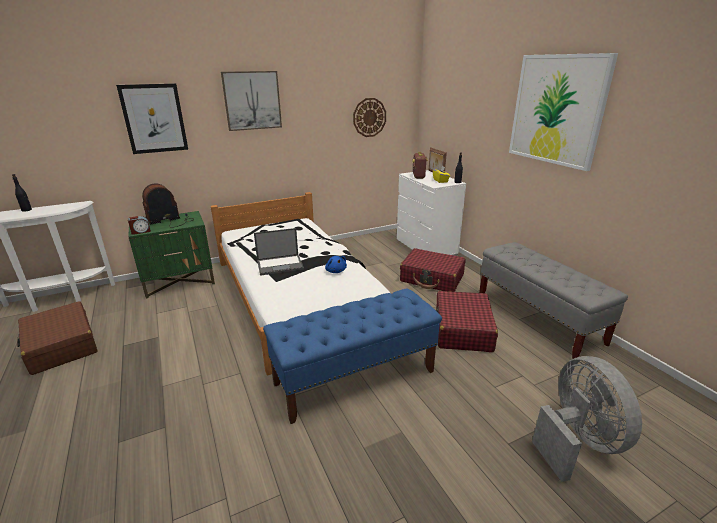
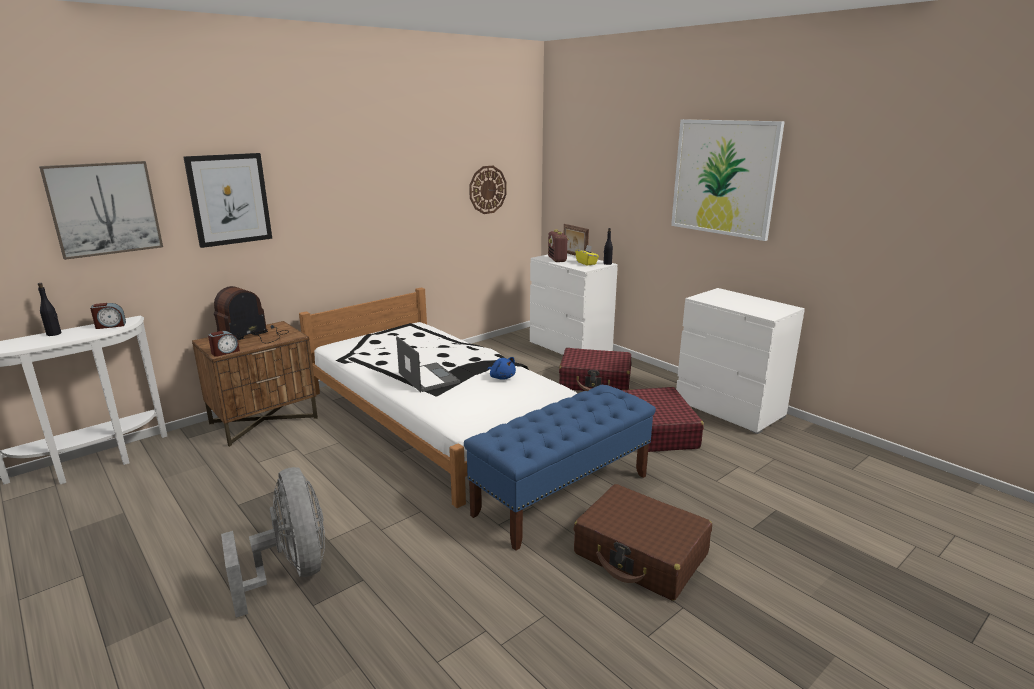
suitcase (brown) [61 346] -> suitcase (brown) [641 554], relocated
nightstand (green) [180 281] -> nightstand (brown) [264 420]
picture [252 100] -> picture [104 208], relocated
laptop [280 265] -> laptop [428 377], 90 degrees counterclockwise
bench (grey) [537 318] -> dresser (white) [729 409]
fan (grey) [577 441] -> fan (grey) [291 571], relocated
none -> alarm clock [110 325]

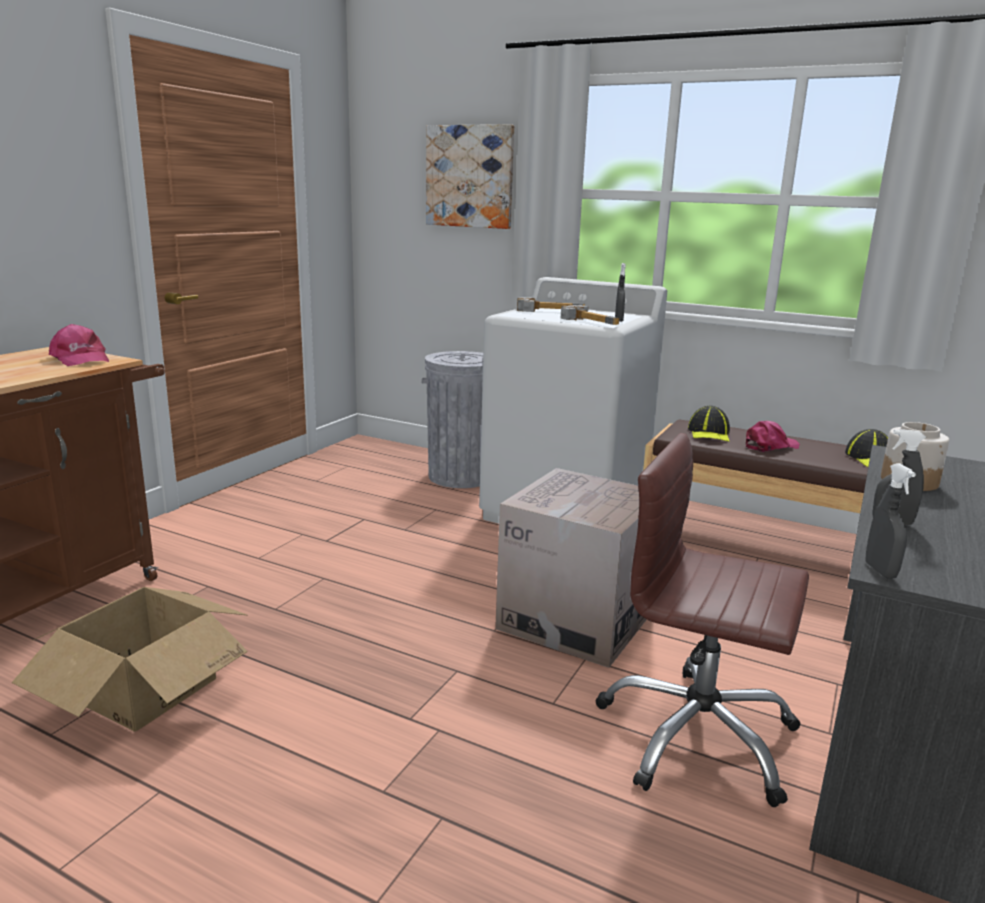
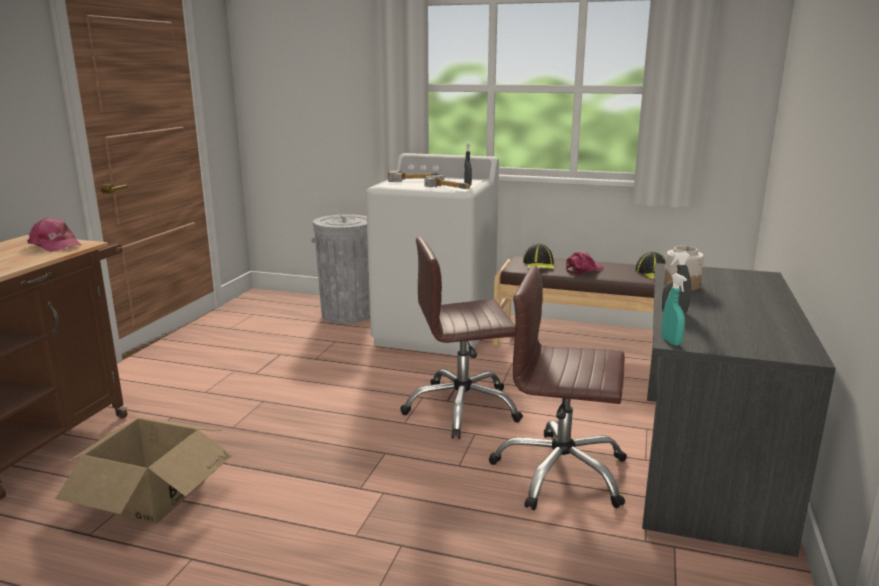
picture [470 177] -> none
cardboard box [576 619] -> office chair (brown) [462 408]
spray bottle (grey) [880 571] -> spray bottle (turquoise) [671 342]

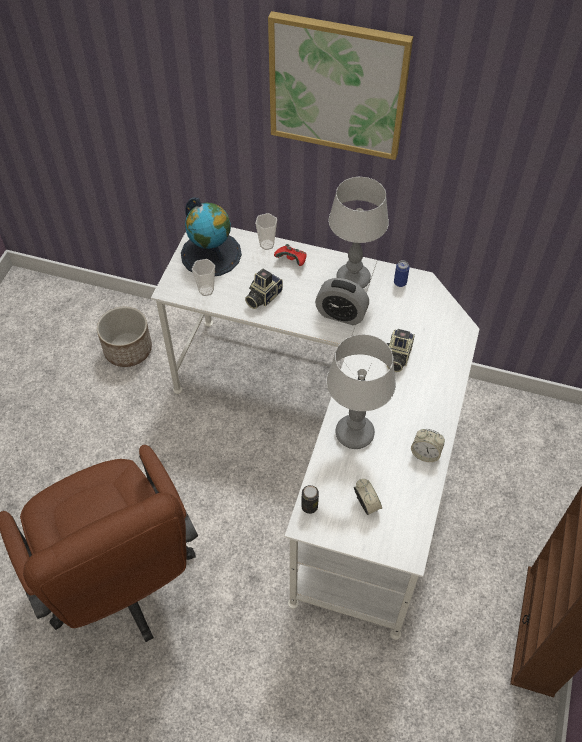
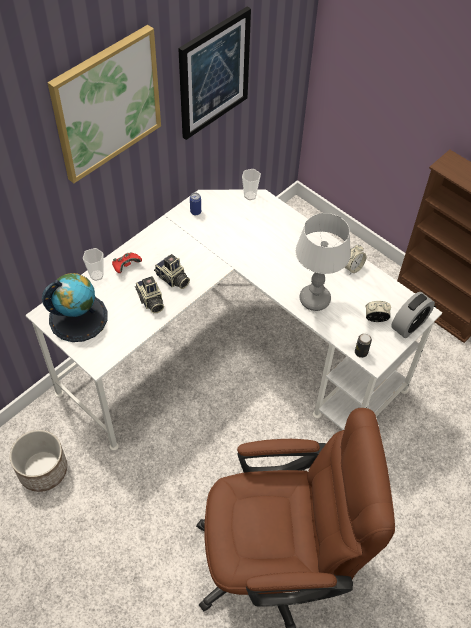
cup [206 290] -> cup [250 195], relocated
alarm clock [341 314] -> alarm clock [409 325], relocated
table lamp [354 279] -> none
photo camera [397 357] -> photo camera [172 279], relocated
none -> picture [213 73]

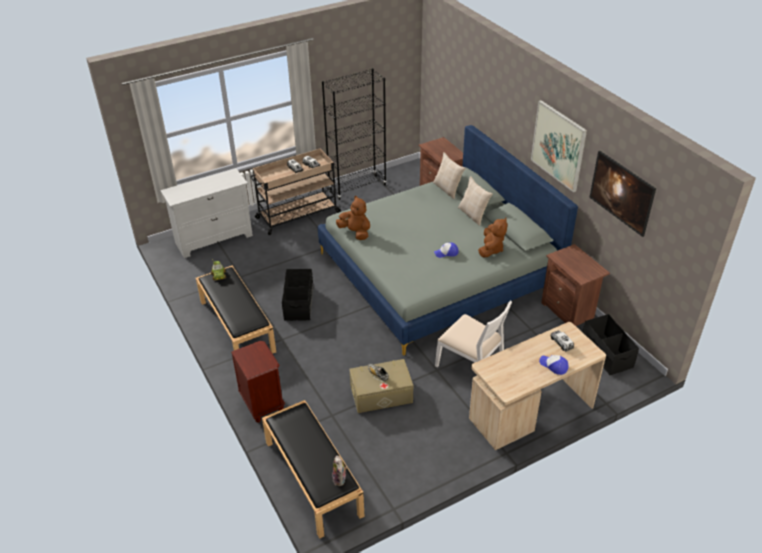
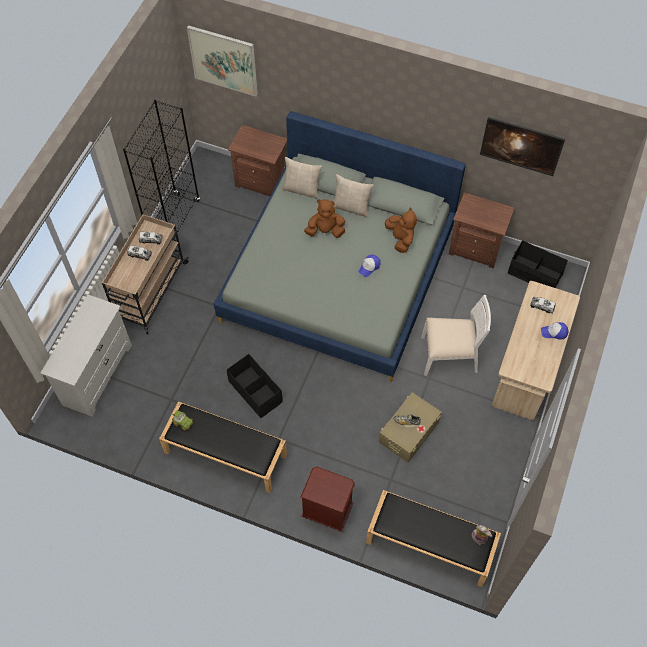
plush toy (brown) [355 232] -> plush toy (brown) [325 231], relocated
picture [558 145] -> picture [223 60], relocated

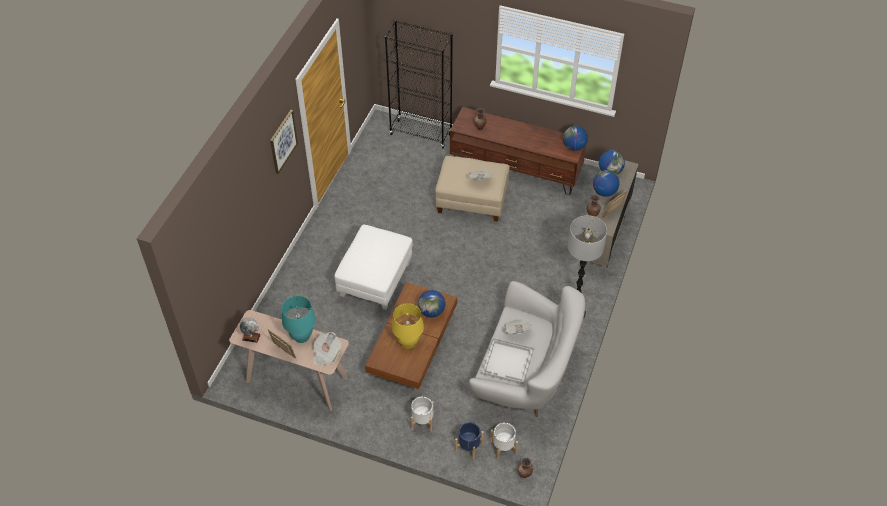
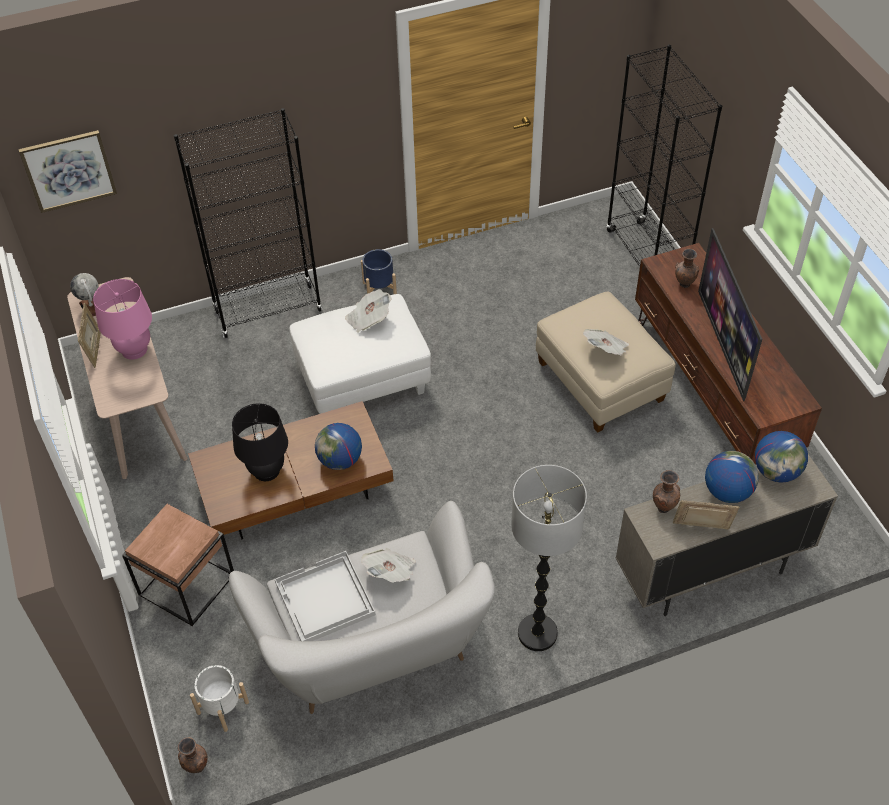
picture [283 141] -> picture [68 170], relocated
table lamp (turquoise) [301 336] -> table lamp (pink) [134 349]
newspaper [326 354] -> newspaper [368 319], relocated
table lamp (yellow) [408 342] -> table lamp (black) [266 470]
planter (white) [422 421] -> side table (brown) [187 584]
planter (blue) [468 447] -> planter (blue) [379 289], relocated
globe [574 147] -> none
none -> bookcase (black) [268 311]
none -> television [723 344]

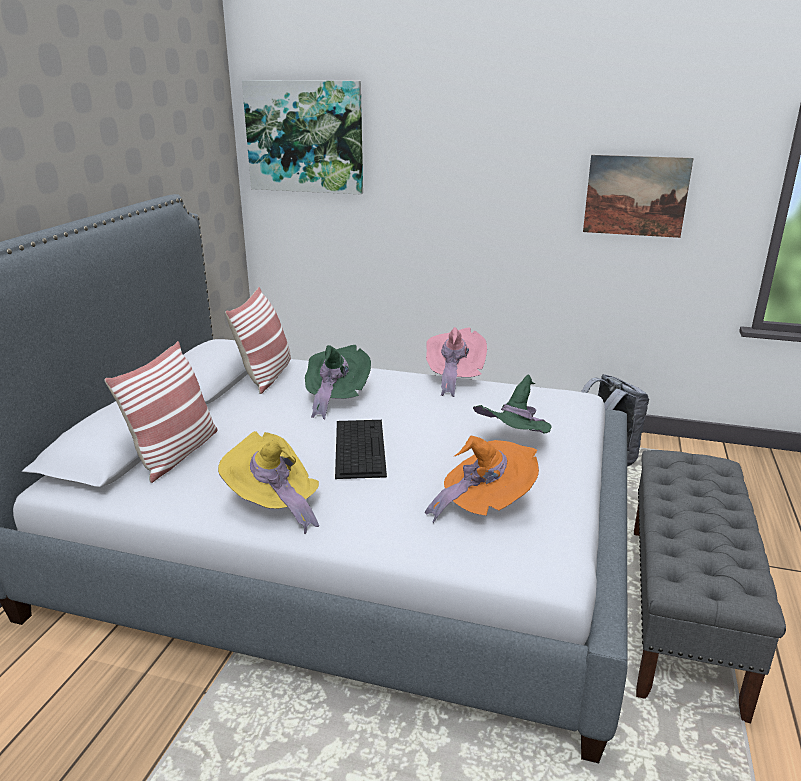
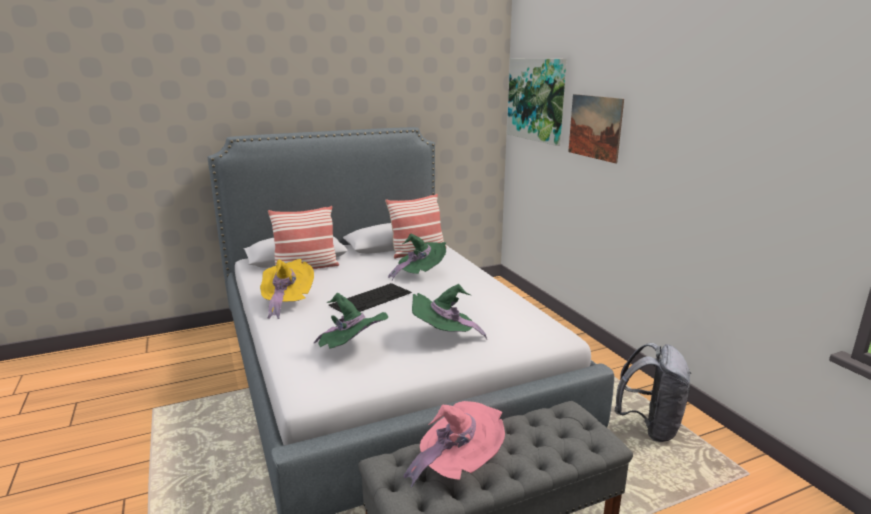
hat (orange) [484 505] -> hat (green) [352 350]
hat (pink) [454 378] -> hat (pink) [457 464], relocated
picture [636 196] -> picture [595 127], relocated

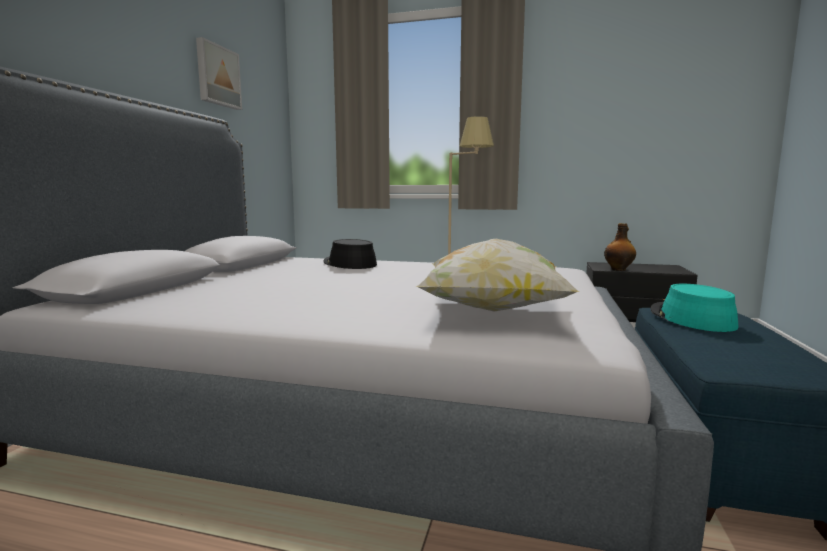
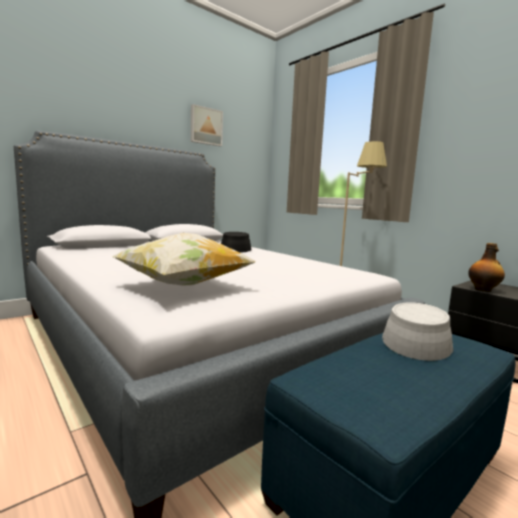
hat (turquoise) [691 318] -> hat (grey) [416 340]

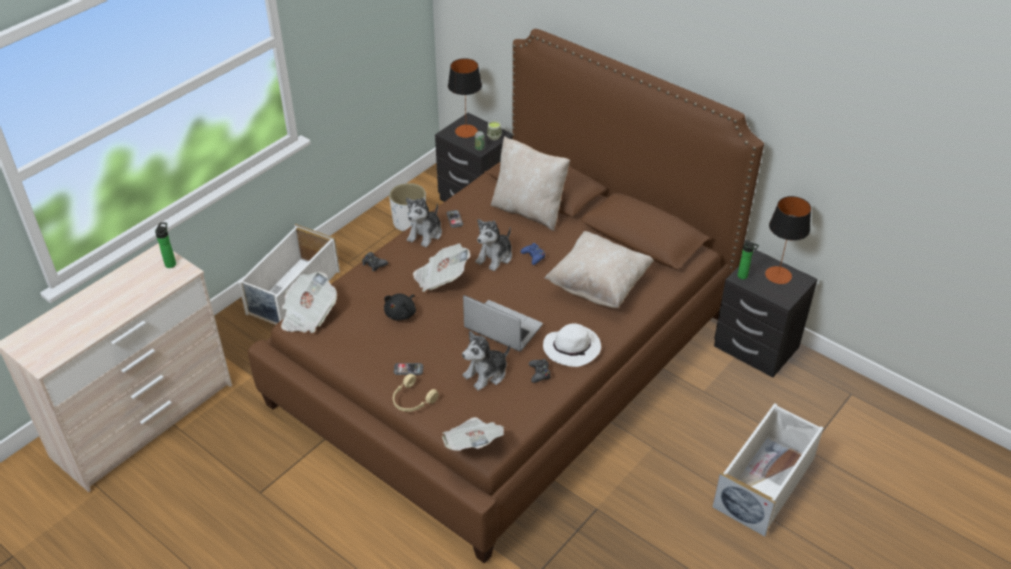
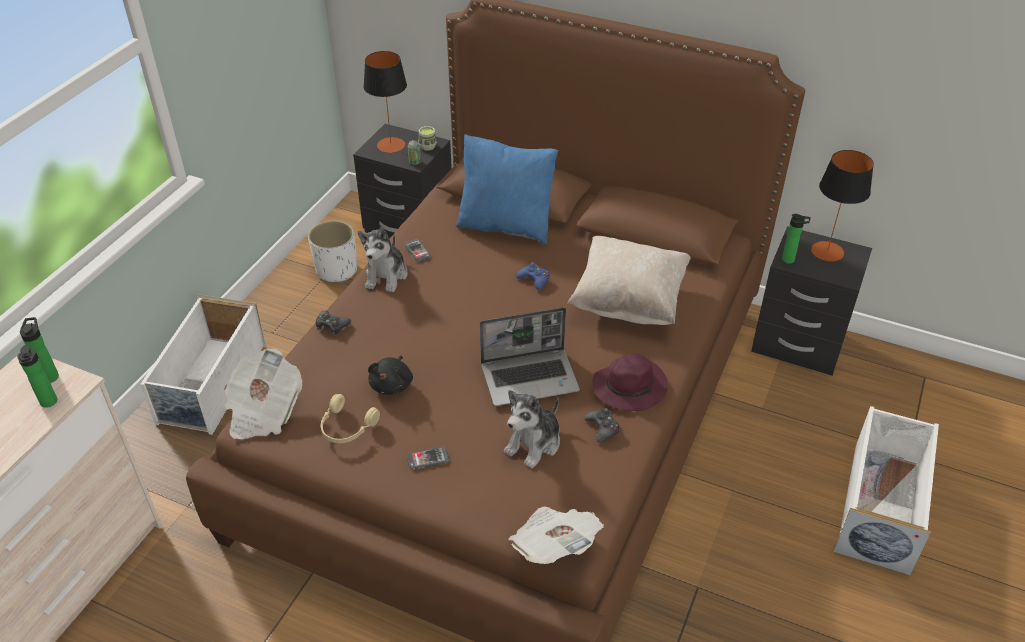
headphones (beige) [412 400] -> headphones (beige) [346 427], relocated
newspaper [441 278] -> none
laptop [502 328] -> laptop [530 377], 150 degrees clockwise
plush toy [495 257] -> none
pillow (beige) [529 210] -> pillow (blue) [506 225]
hat (white) [572 348] -> hat (purple) [630 386]
none -> bottle [49 403]

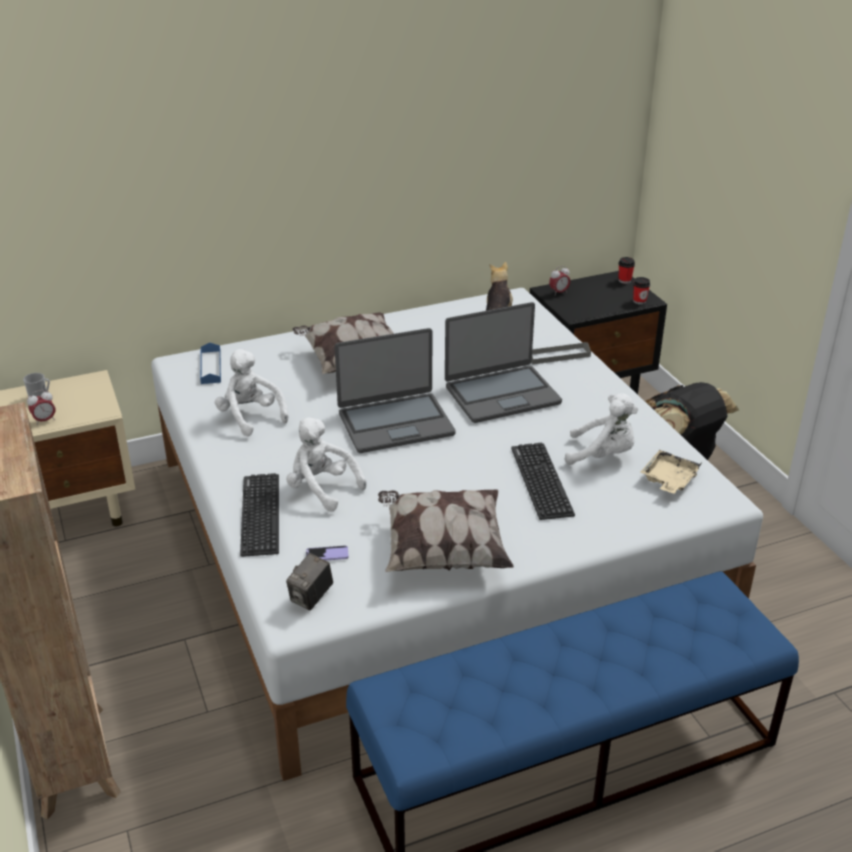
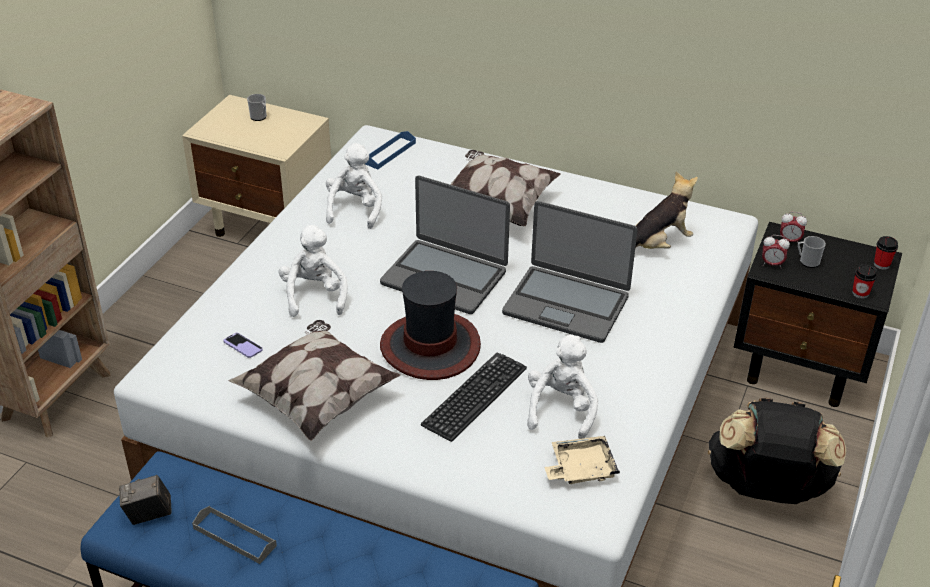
alarm clock [44 420] -> alarm clock [772 264], relocated
keyboard [260 515] -> none
photo camera [311 598] -> photo camera [149 514], relocated
tray (grey) [558 355] -> tray (grey) [234 537], relocated
plush toy (white) [603 455] -> plush toy (white) [561 409], 135 degrees counterclockwise
none -> hat [430 347]
none -> mug [807 261]

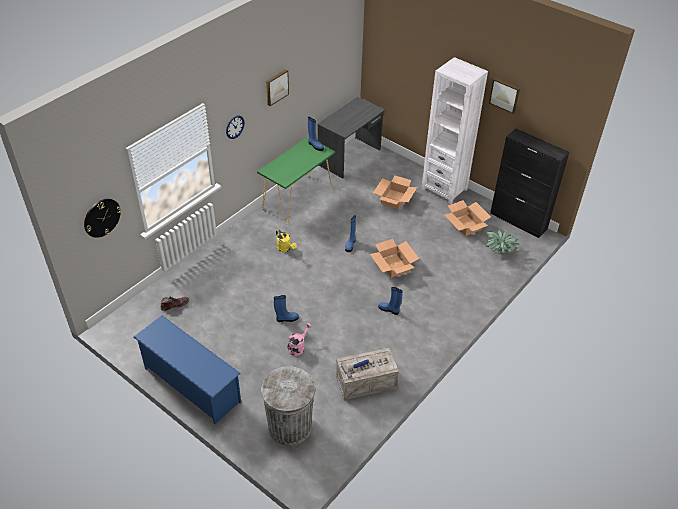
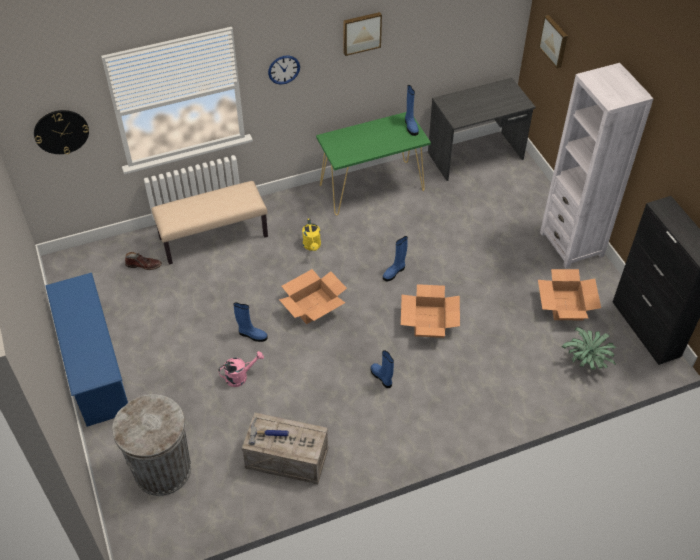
cardboard box [394 199] -> cardboard box [313 306], relocated
picture [505 95] -> picture [554 41], relocated
none -> bench (beige) [214 237]

